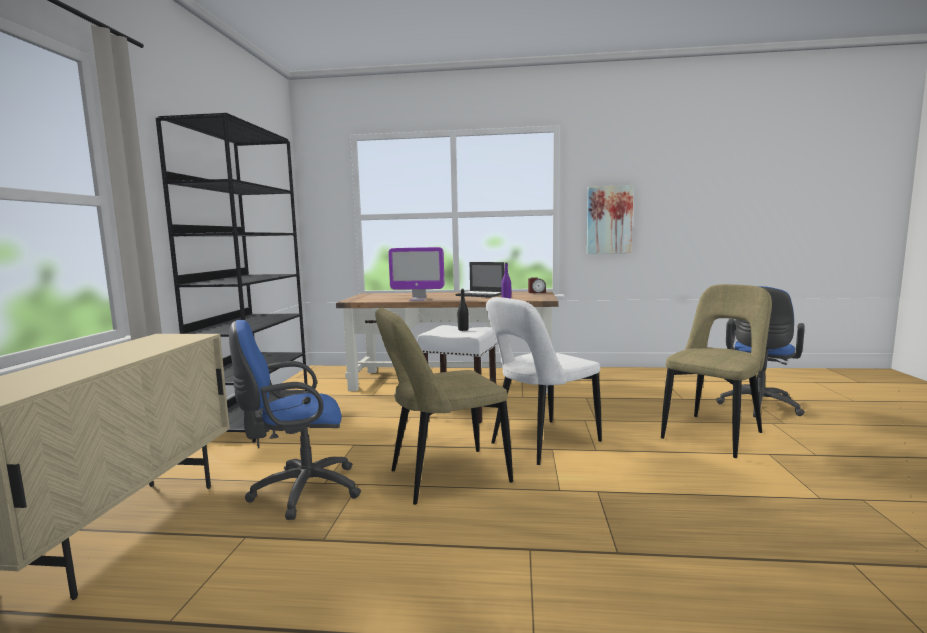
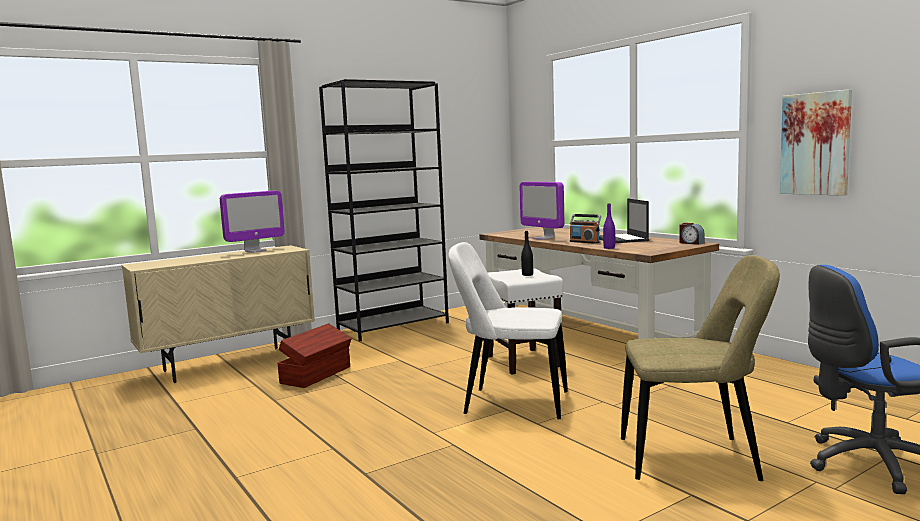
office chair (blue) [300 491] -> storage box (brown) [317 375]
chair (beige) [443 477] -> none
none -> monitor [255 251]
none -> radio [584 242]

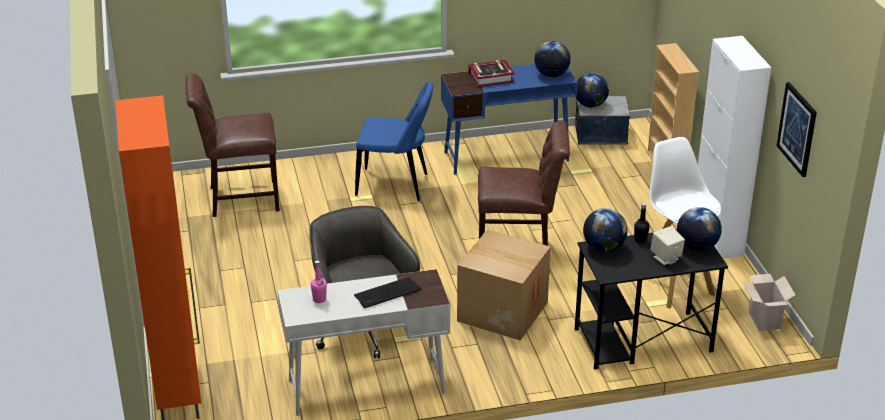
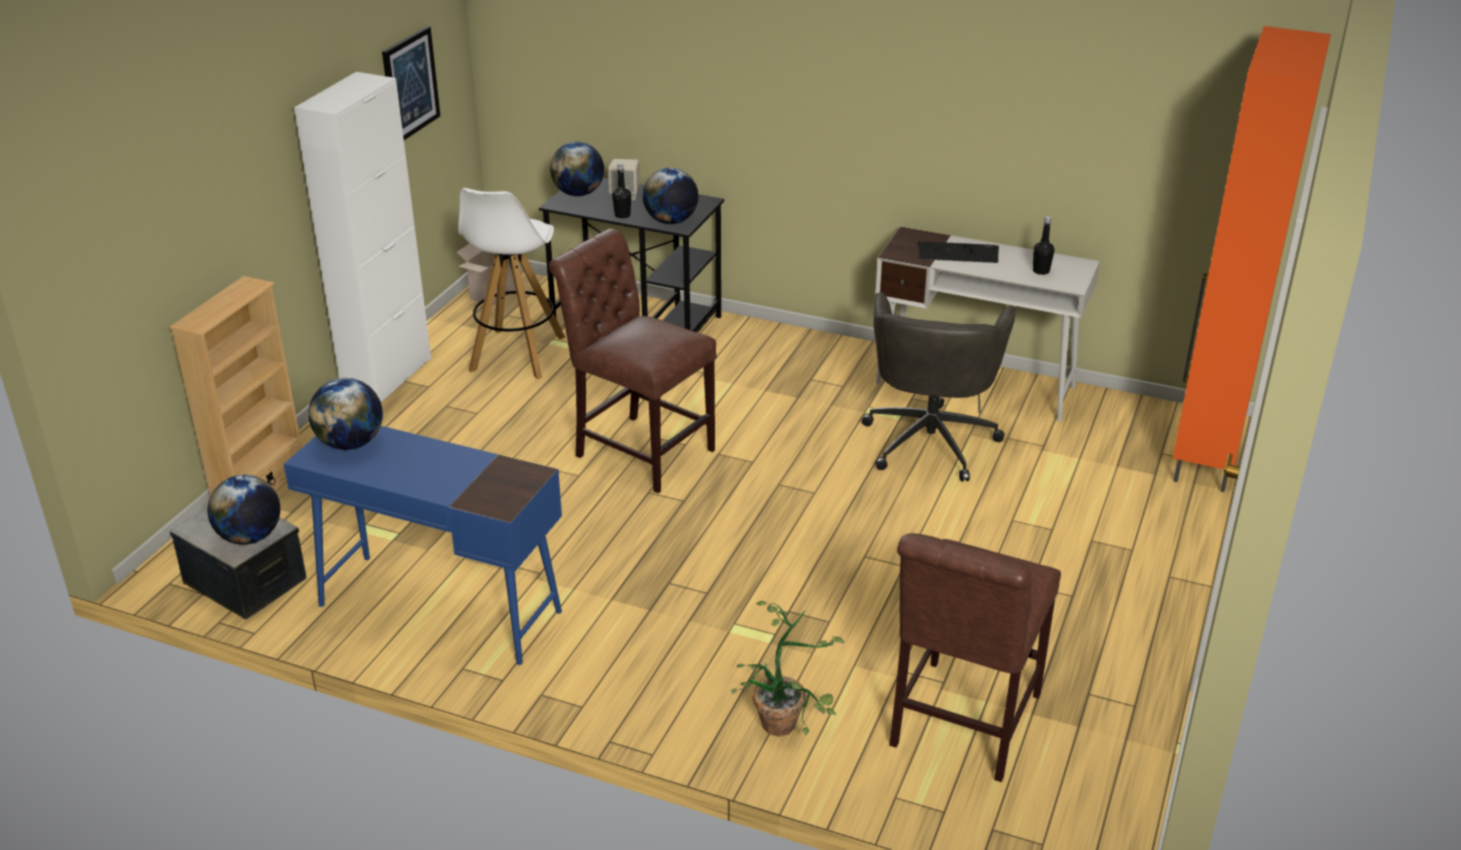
chair (brown) [239 199] -> chair (brown) [961 725], 90 degrees clockwise
bottle (pink) [319 299] -> bottle (black) [1041 271]
chair (blue) [395 185] -> none
cardboard box [502 311] -> none
book [491 77] -> none
none -> potted plant [787 720]

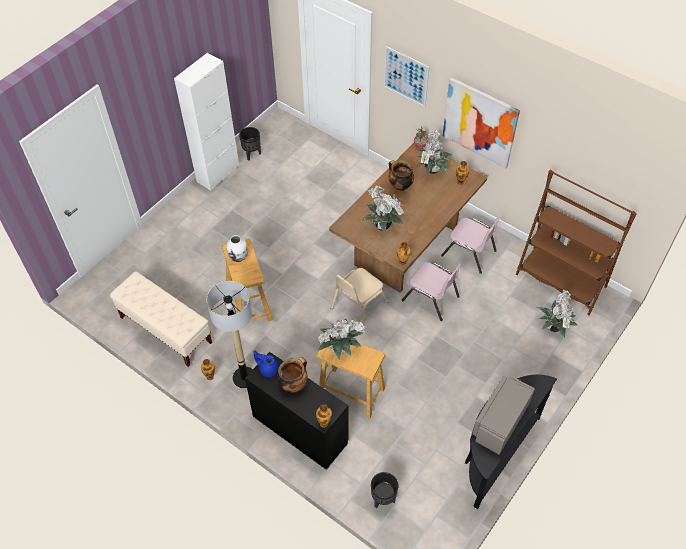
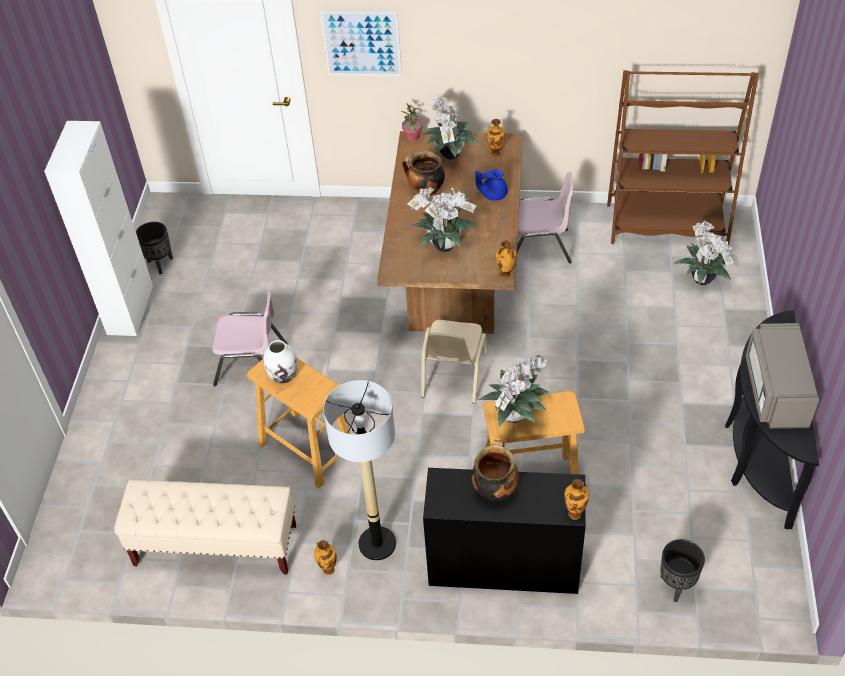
teapot (blue) [268 369] -> teapot (blue) [493 194], relocated
chair (pink) [431 298] -> chair (pink) [251 364], relocated
picture [480 122] -> none

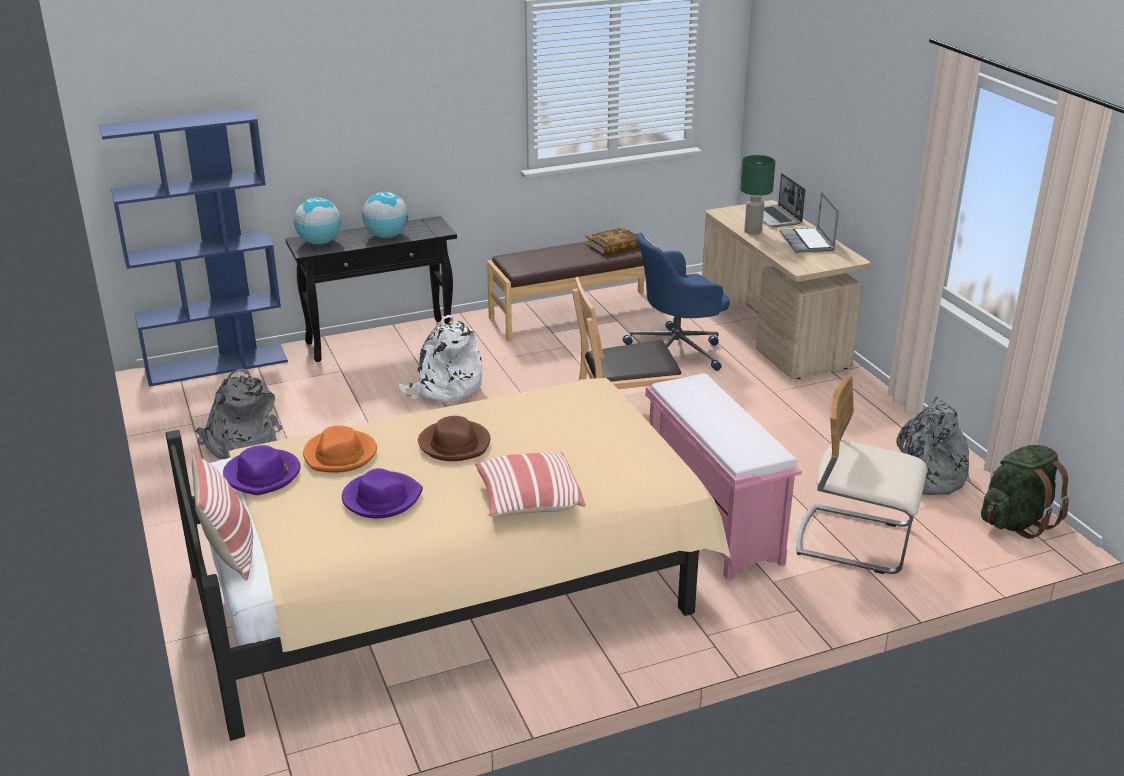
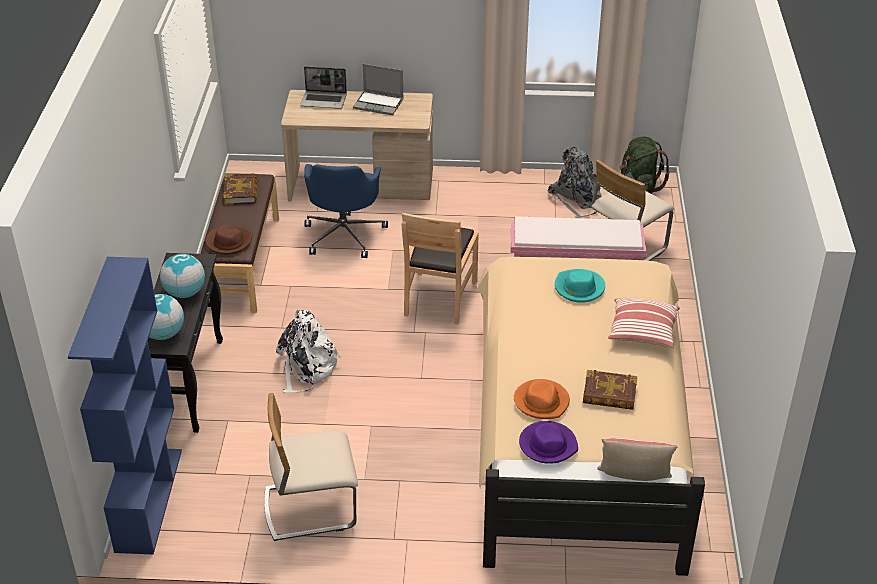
backpack (grey) [241 444] -> chair (beige) [310 507]
hat (purple) [381 498] -> book [609 394]
hat (brown) [455 444] -> hat (brown) [228 242], relocated
table lamp (green) [752 231] -> none
none -> hat (turquoise) [579 288]

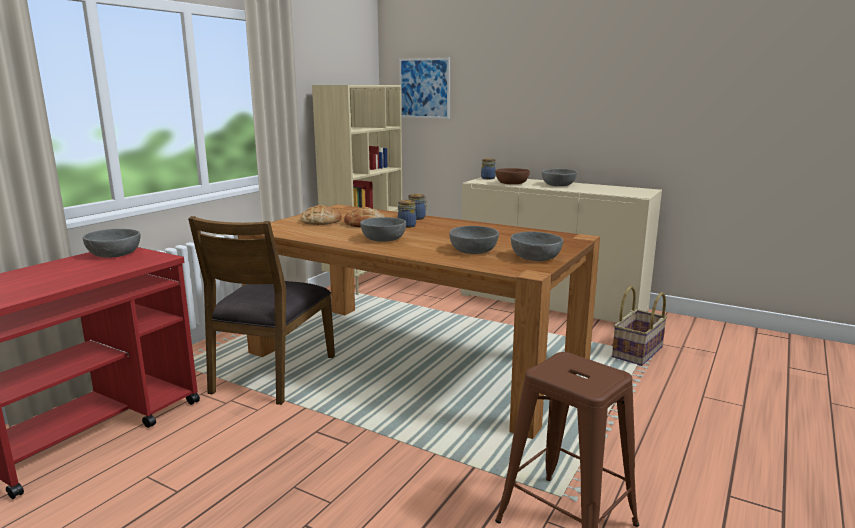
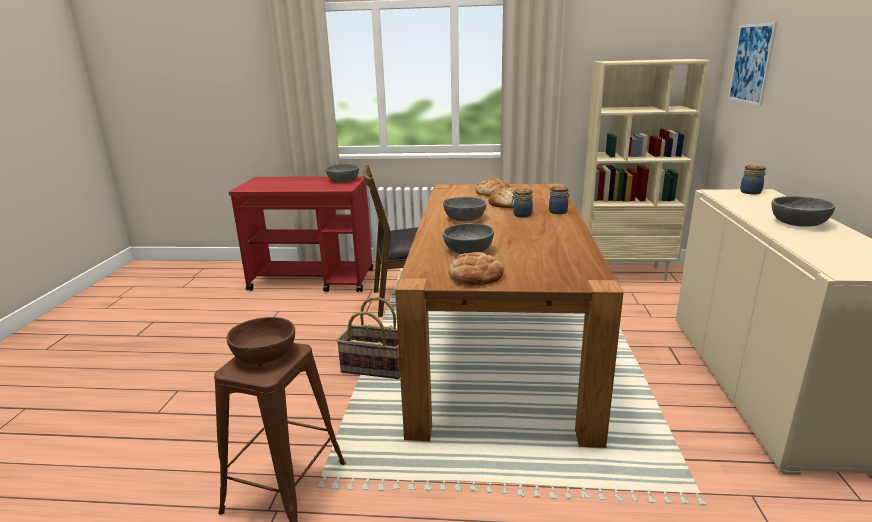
bowl (brown) [511 183] -> bowl (brown) [264 353], relocated
bowl (grey) [536 257] -> bread [475 275]
basket [638 352] -> basket [374 368], relocated

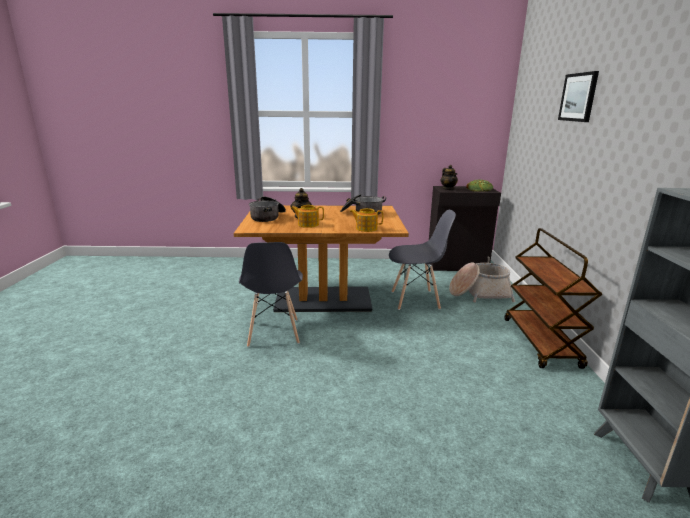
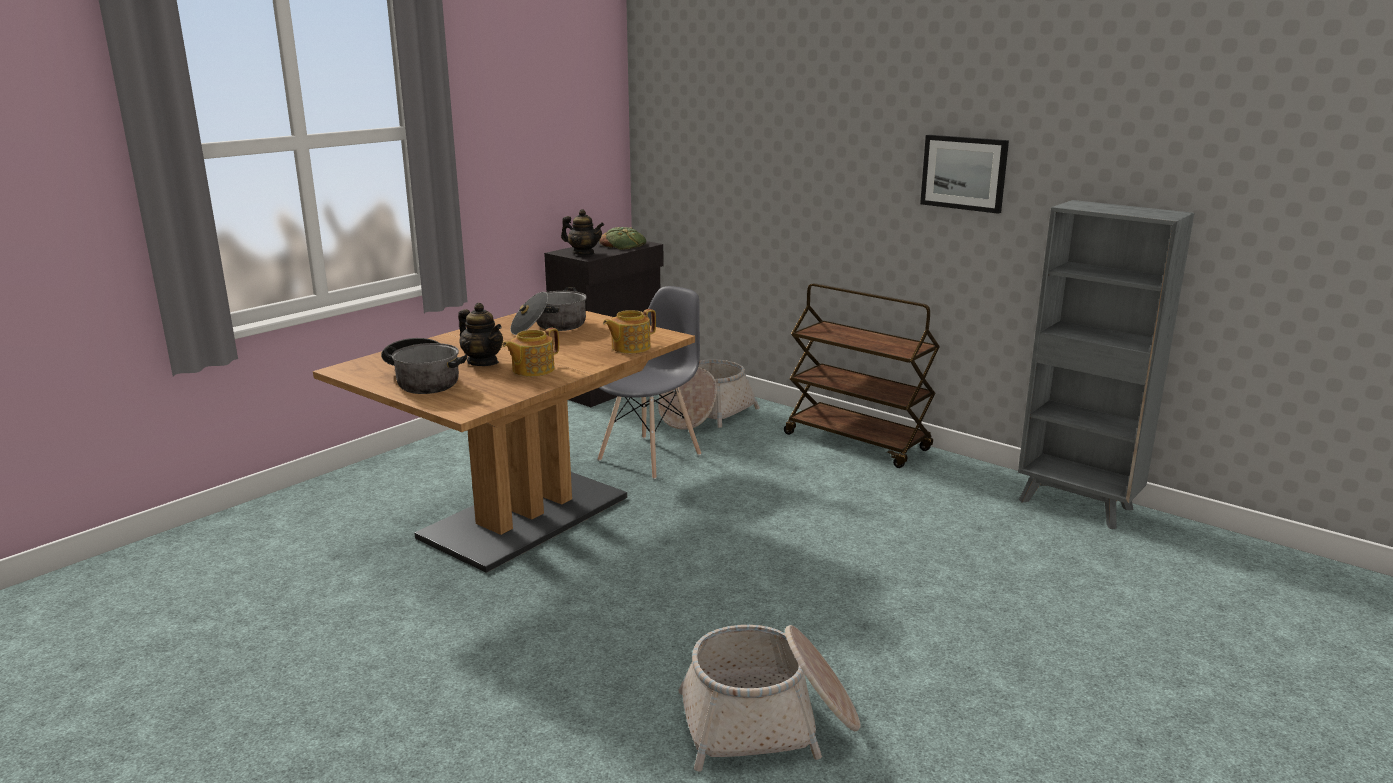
chair (grey) [273 333] -> none
picture [578 97] -> picture [964 173], relocated
none -> basket [769 722]

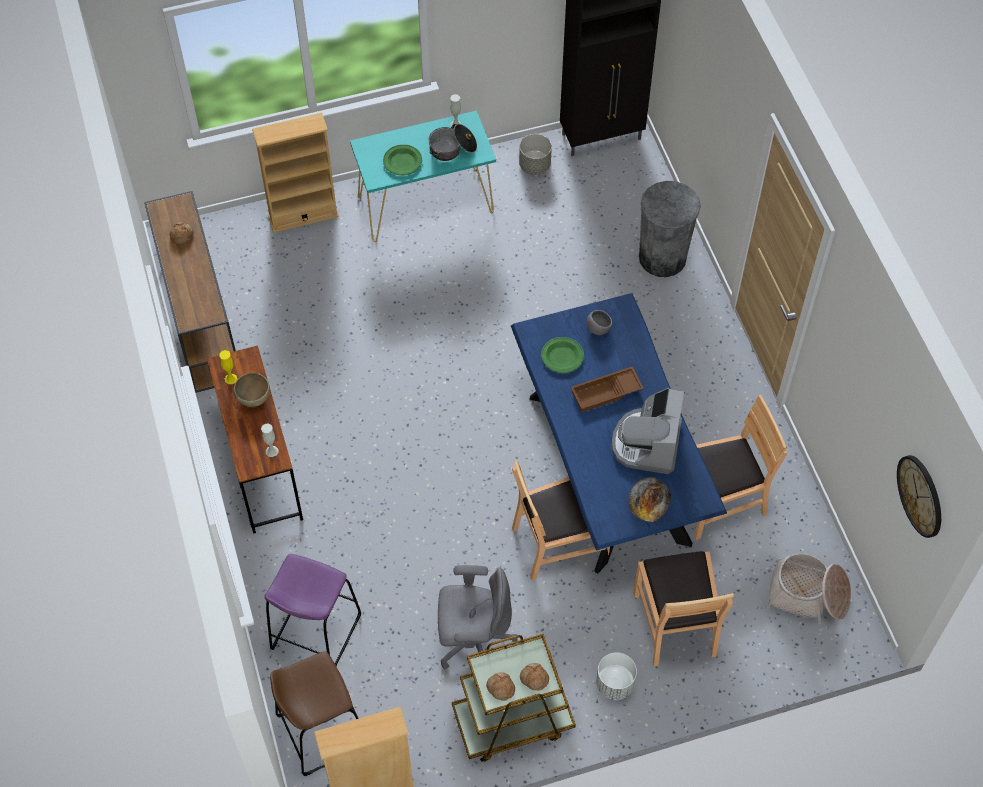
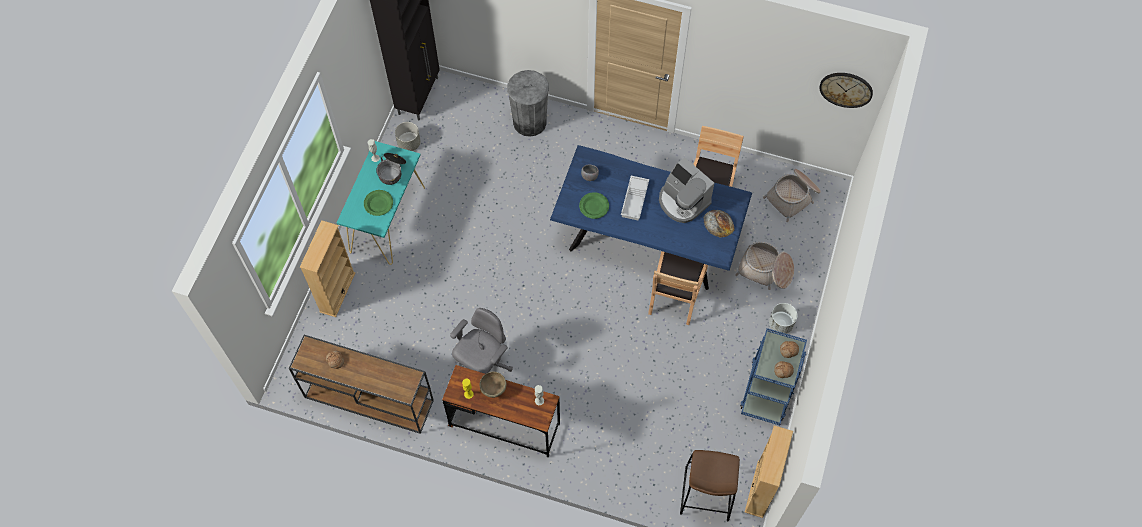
stool (purple) [315 632] -> none
office chair (grey) [474 641] -> office chair (grey) [483 364], relocated
cart (brown) [512 720] -> cart (blue) [767 389]
tray (brown) [606 393] -> tray (white) [635 200]
chair (brown) [675 623] -> basket [765 270]

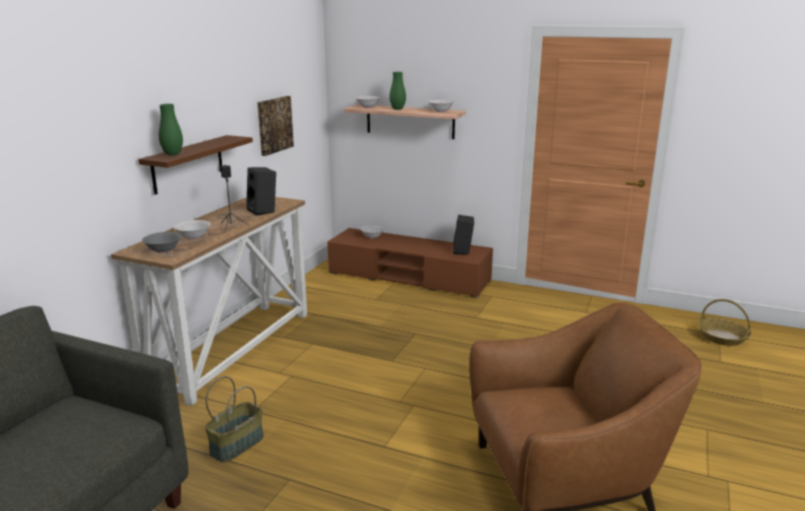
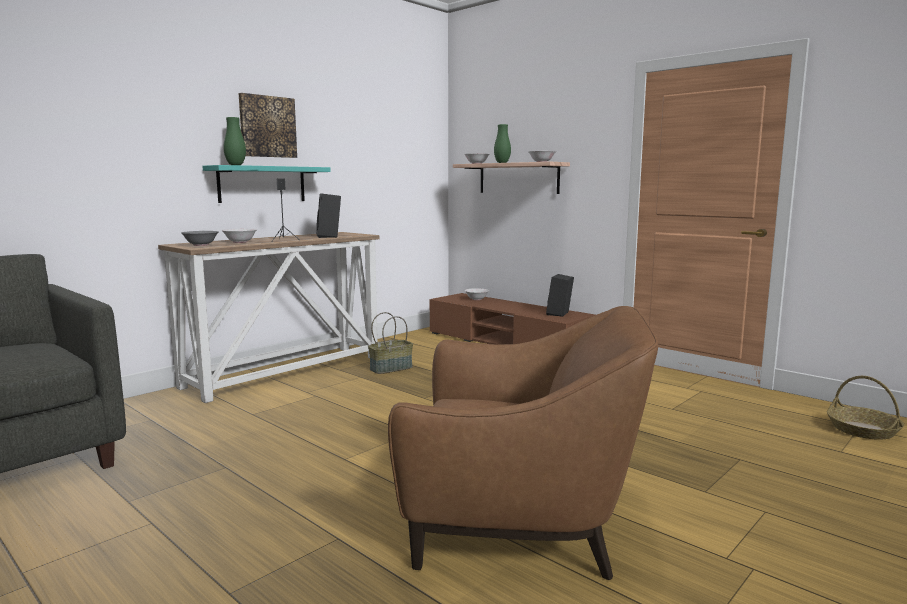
shelf (brown) [188 164] -> shelf (turquoise) [262 184]
basket [237 444] -> basket [391 368], relocated
picture [274 125] -> picture [267 126], relocated

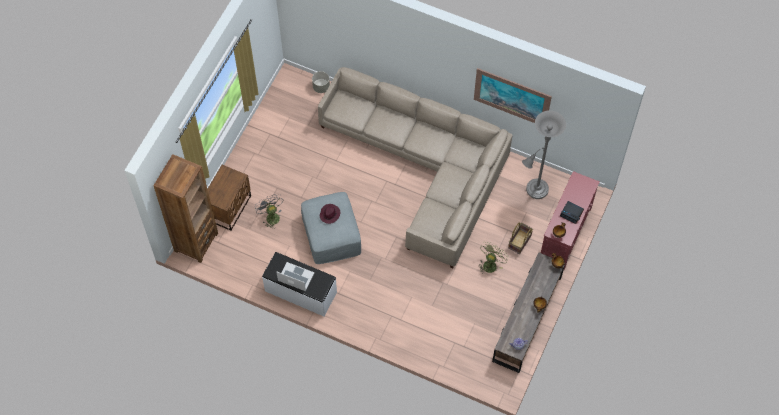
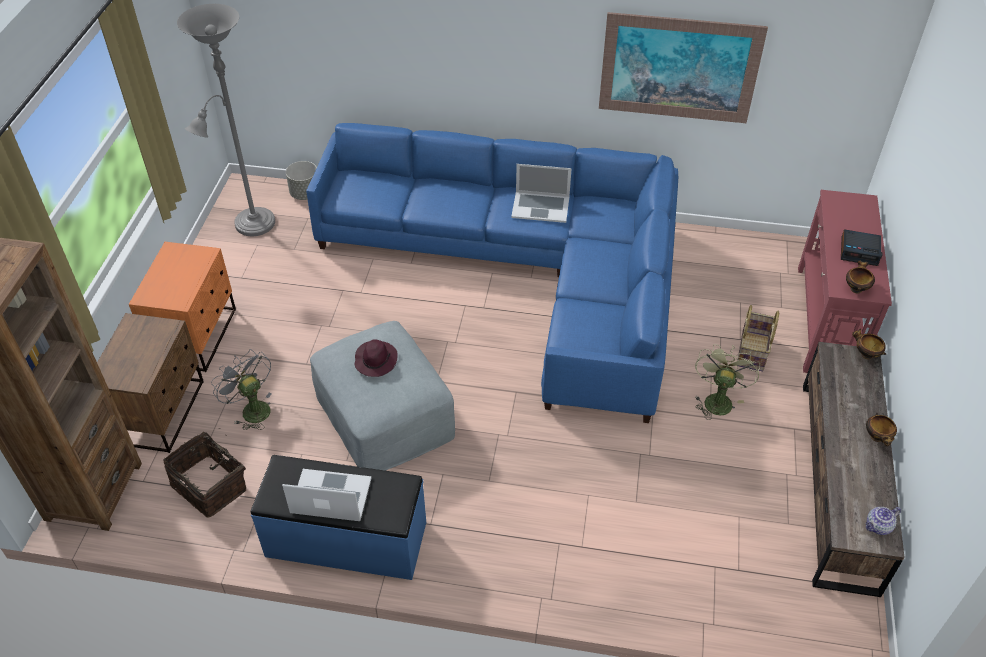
bench (white) [300 292] -> bench (blue) [346 540]
sofa (beige) [424 167] -> sofa (blue) [526 271]
floor lamp (grey) [535 191] -> floor lamp (grey) [251 226], relocated
none -> nightstand (orange) [197 336]
none -> basket [211 485]
none -> laptop [540 207]

